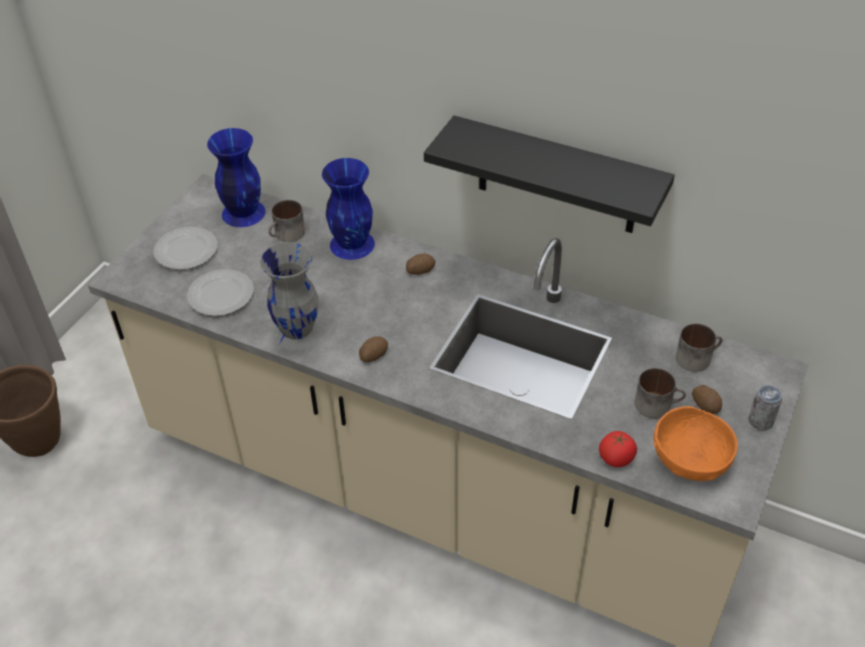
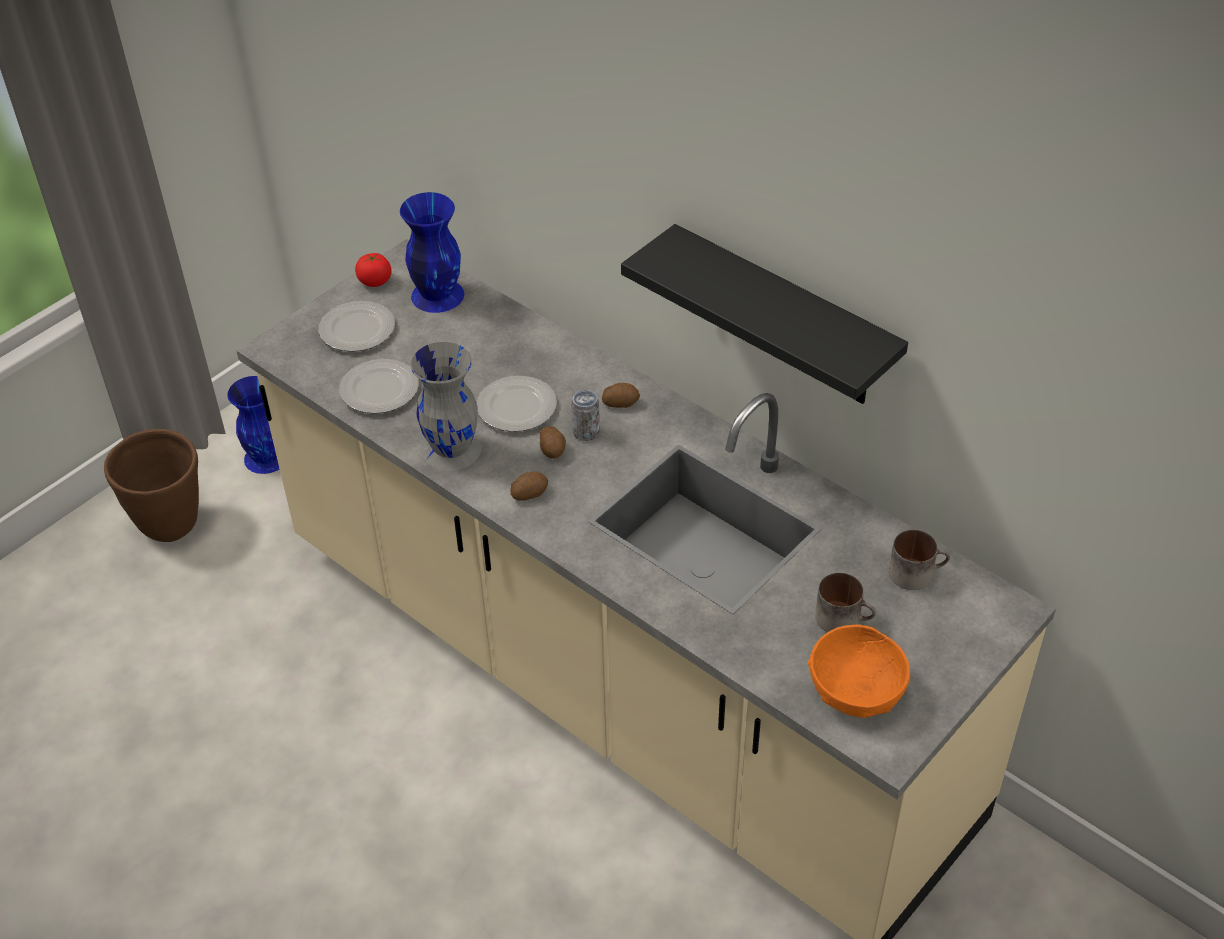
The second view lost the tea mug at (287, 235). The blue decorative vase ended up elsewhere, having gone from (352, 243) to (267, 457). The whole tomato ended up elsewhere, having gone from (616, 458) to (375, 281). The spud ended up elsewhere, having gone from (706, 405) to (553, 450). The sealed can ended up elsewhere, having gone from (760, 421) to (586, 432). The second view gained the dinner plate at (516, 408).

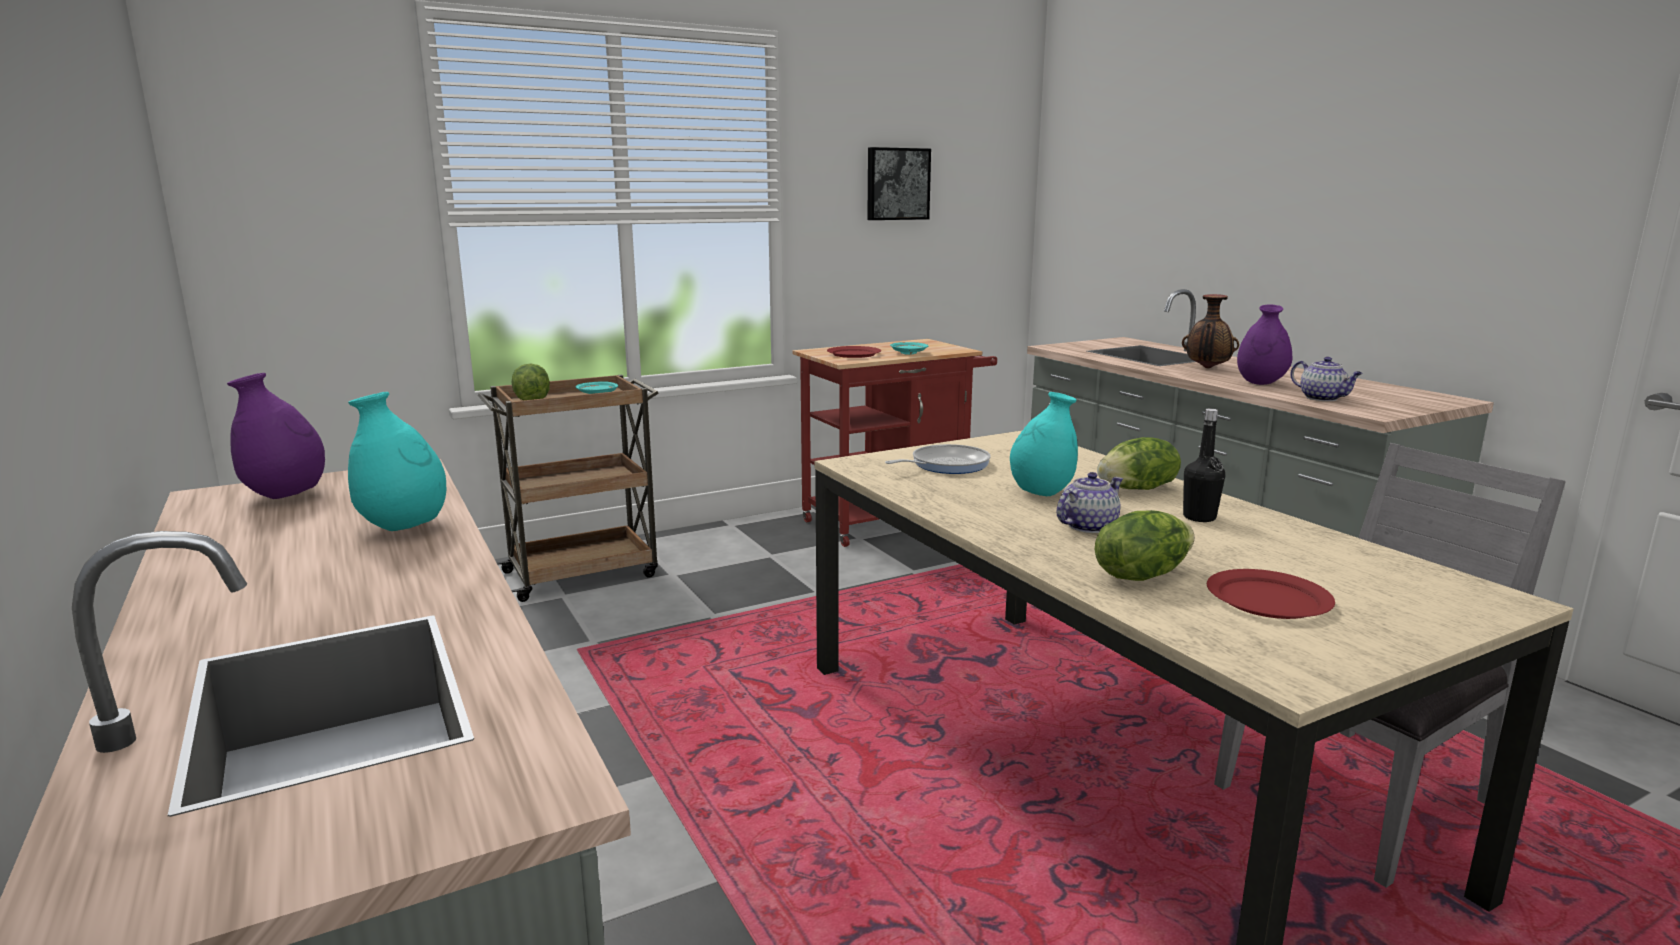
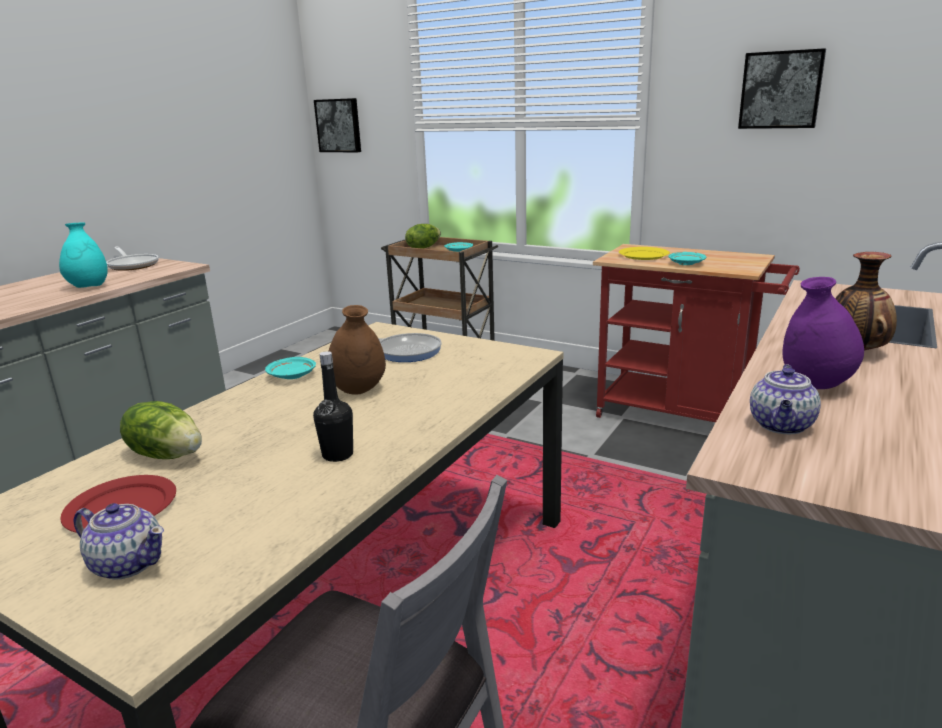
Where the purple-coloured decorative vase stood at (286, 496), the skillet came to stand at (133, 265). What was the reddish dinner plate at (854, 354) turned into the yellowish dinner plate at (643, 255). What was the turquoise-coloured decorative vase at (1041, 493) turned into the brown-coloured decorative vase at (359, 390). The pot for tea ended up elsewhere, having gone from (1087, 526) to (128, 563). The second view lost the head of lettuce at (1138, 489). The second view gained the turquoise-coloured dinner plate at (292, 376). The second view gained the wall art at (339, 125).

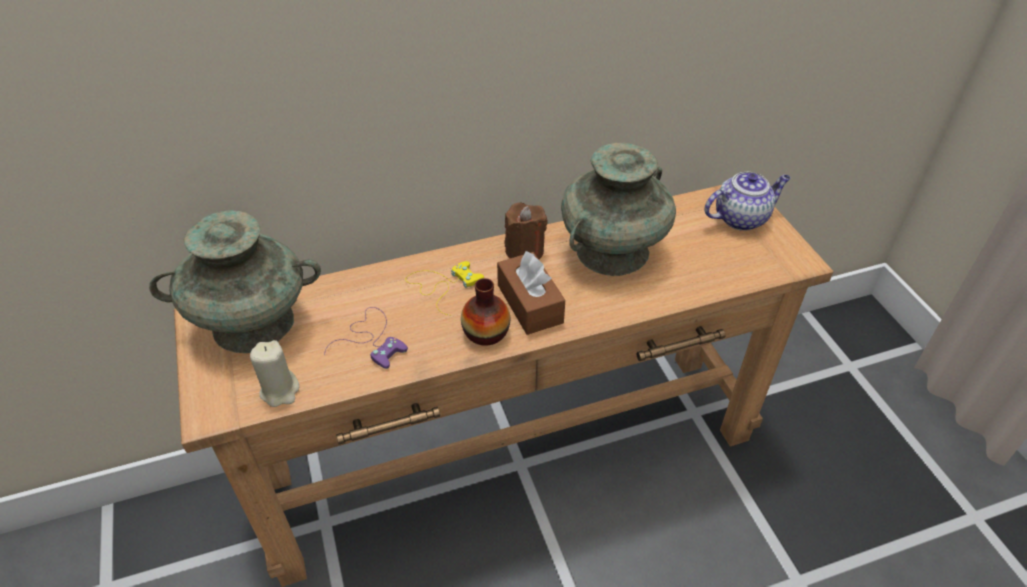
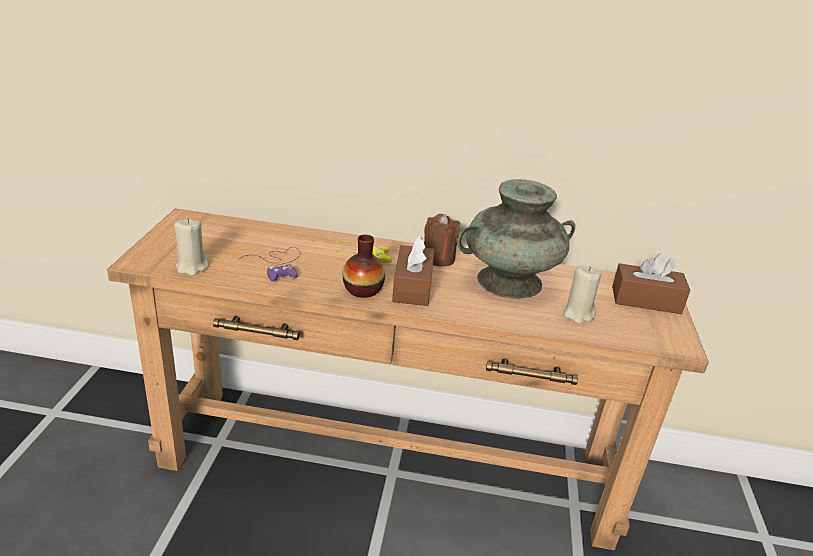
The second view lost the turquoise-coloured decorative vase at (252, 324). Where the pot for tea stood at (741, 218), the brown-coloured tissue holder came to stand at (646, 300). The second view gained the beige-coloured candle at (578, 314).

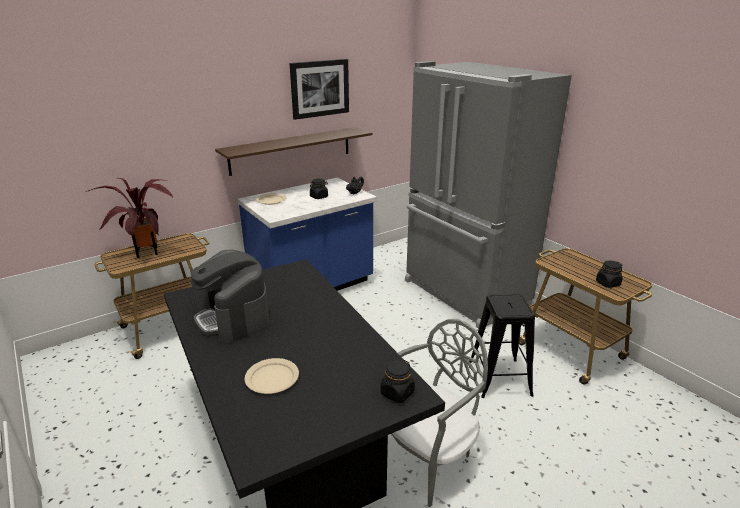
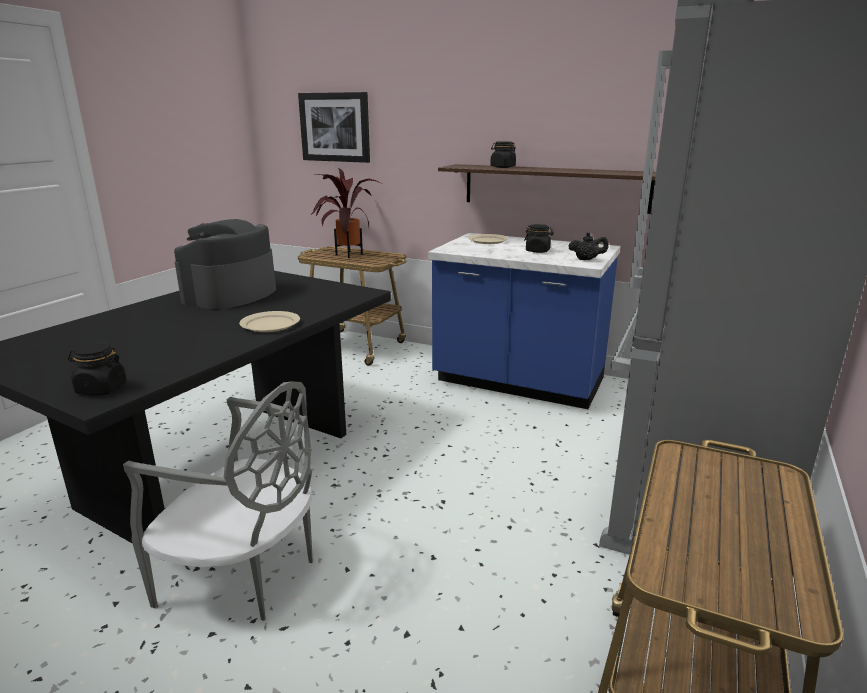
The beige-coloured dinner plate ended up elsewhere, having gone from (271, 378) to (270, 324). The wall art ended up elsewhere, having gone from (319, 88) to (335, 127). The second view lost the black-coloured sitting stool at (499, 378). The black-coloured jar ended up elsewhere, having gone from (607, 283) to (502, 167).

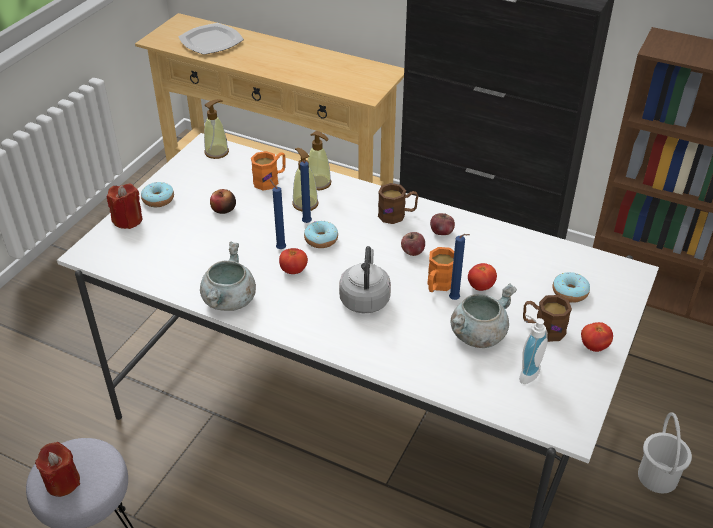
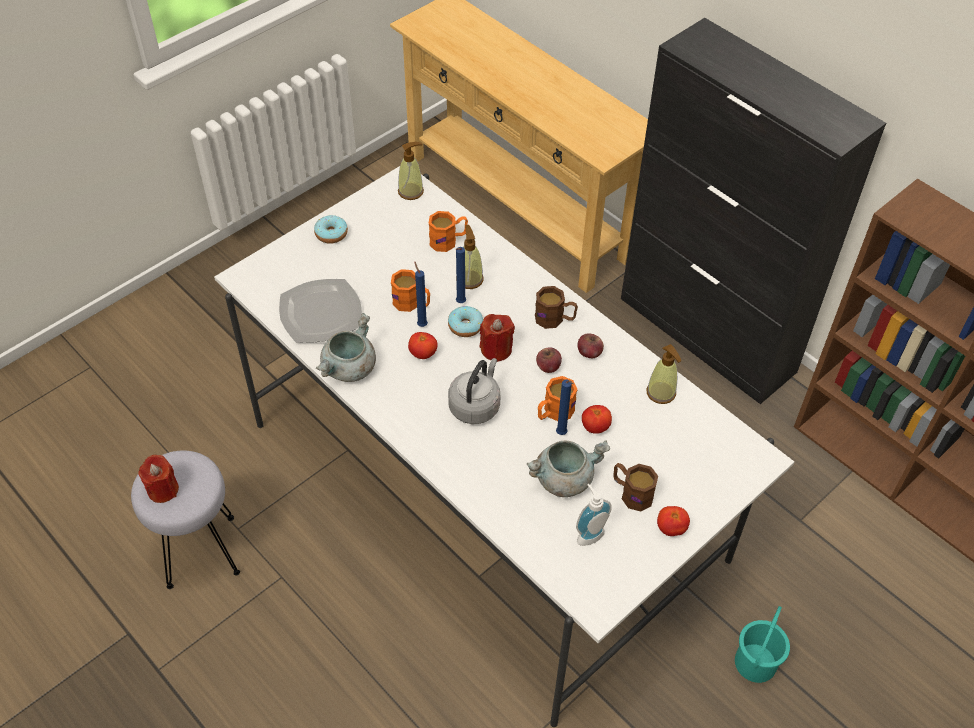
The reddish candle ended up elsewhere, having gone from (128, 220) to (496, 349). The dinner plate ended up elsewhere, having gone from (211, 42) to (320, 314). The second view lost the apple at (223, 209). The soap dispenser ended up elsewhere, having gone from (319, 183) to (661, 393). The second view lost the donut at (570, 292). What was the whitish bucket at (658, 476) turned into the turquoise-coloured bucket at (756, 662). The second view gained the orange-coloured tea mug at (412, 303).

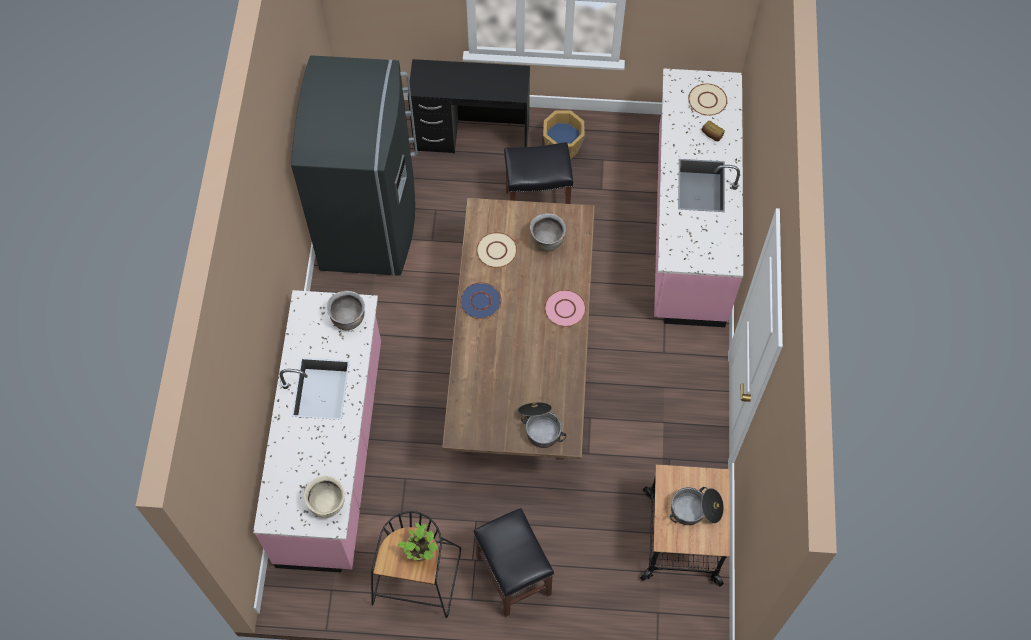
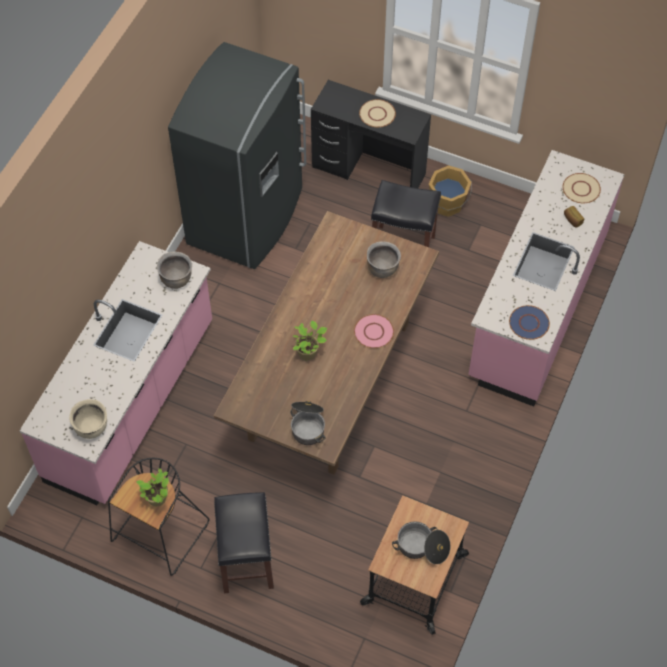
The blue dinner plate ended up elsewhere, having gone from (480, 301) to (528, 323). The beige-coloured dinner plate ended up elsewhere, having gone from (496, 251) to (377, 114). The second view gained the houseplant at (308, 353).

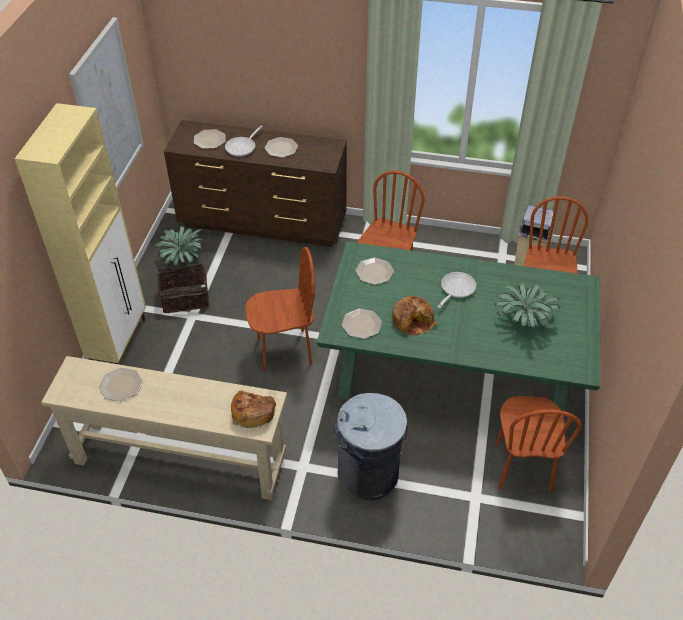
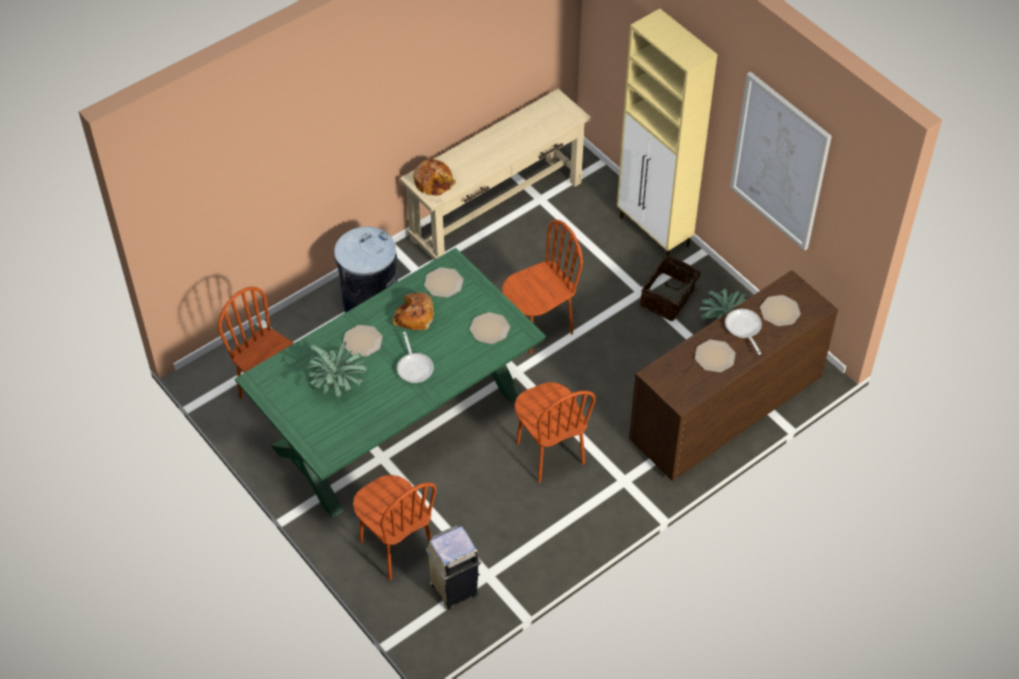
The dinner plate ended up elsewhere, having gone from (121, 385) to (363, 341). The brown-coloured plain chair at (284, 350) ended up facing another way, 150 degrees counterclockwise from before.

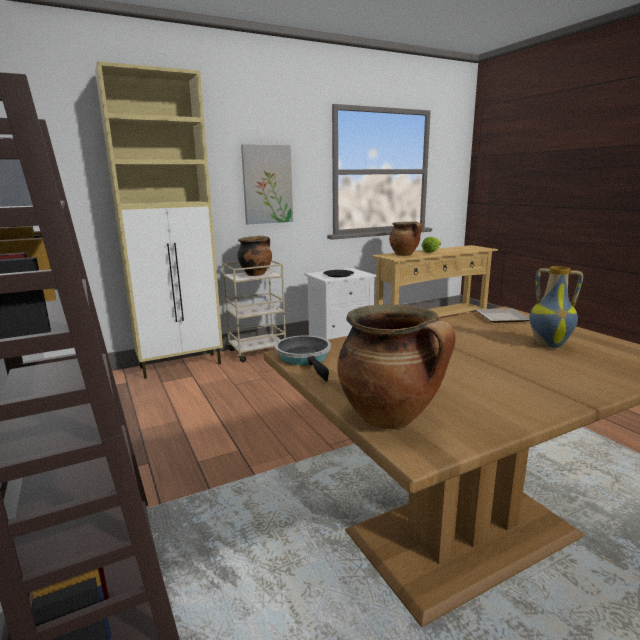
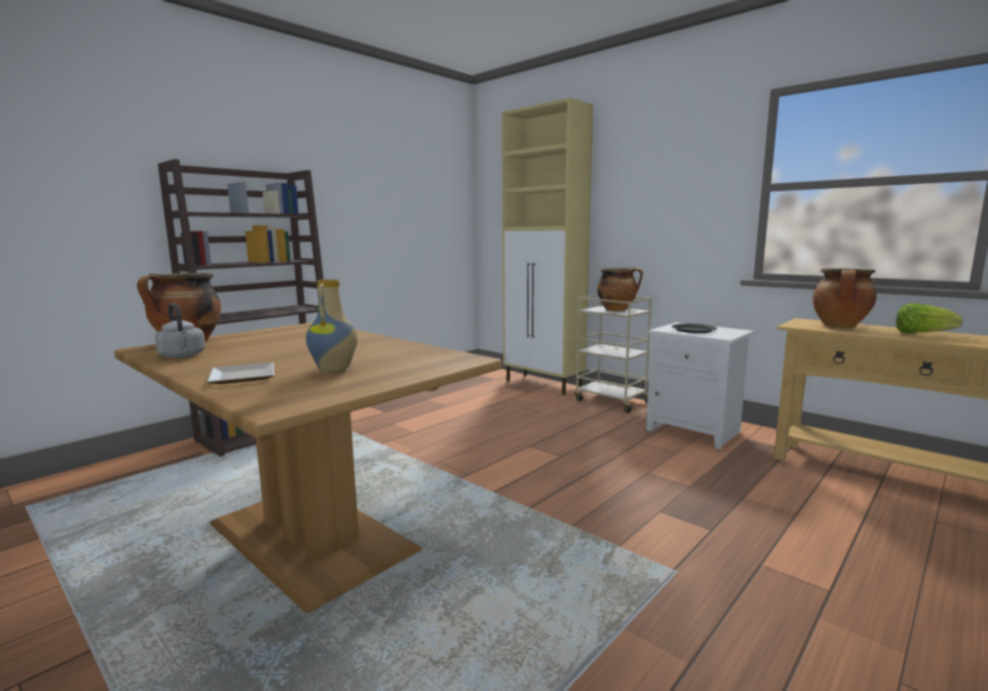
The second view lost the wall art at (267, 184). The second view lost the skillet at (305, 358). The dinner plate ended up elsewhere, having gone from (503, 317) to (245, 377). The second view gained the greyish water kettle at (183, 356).

